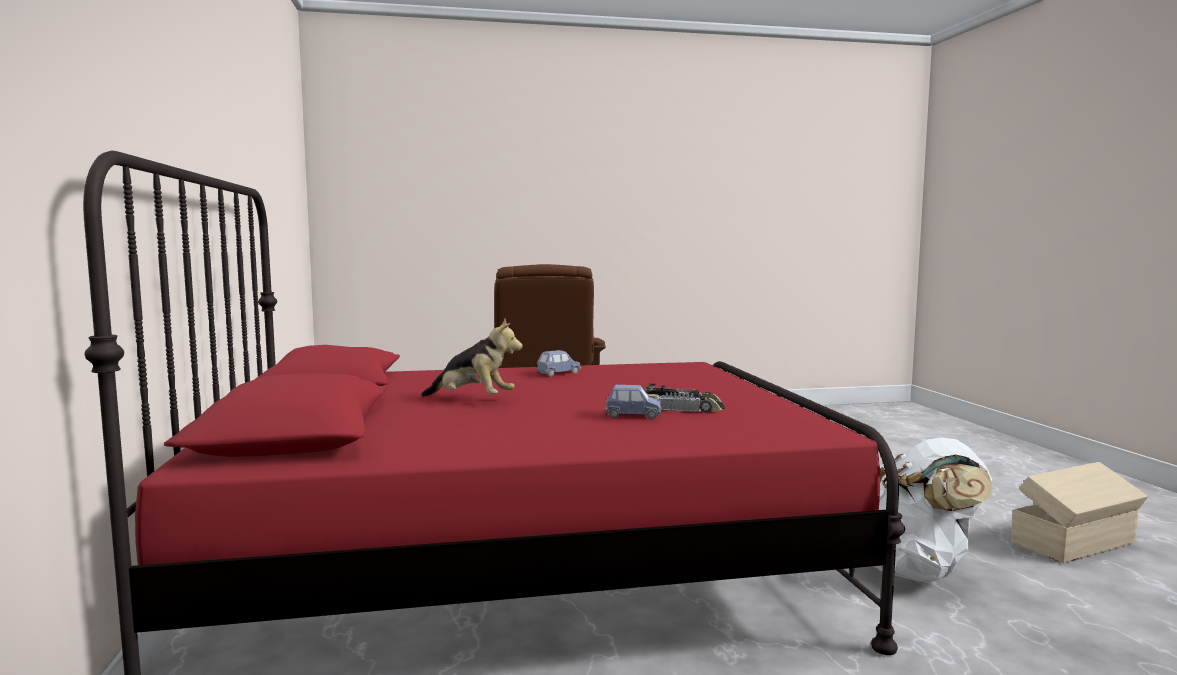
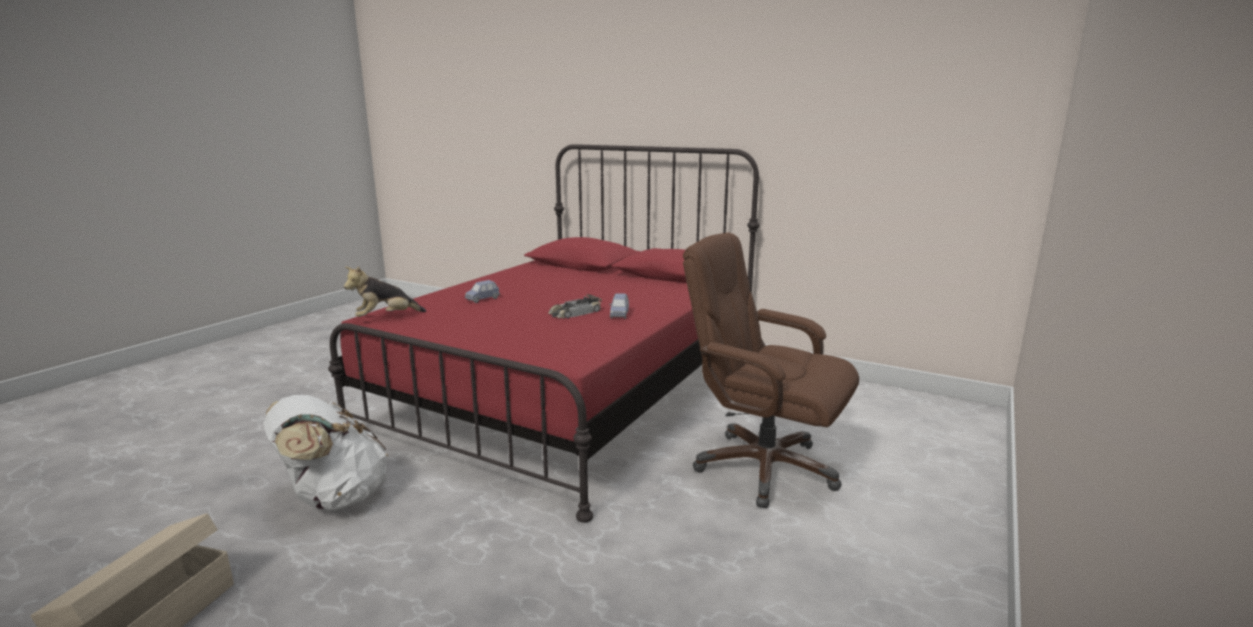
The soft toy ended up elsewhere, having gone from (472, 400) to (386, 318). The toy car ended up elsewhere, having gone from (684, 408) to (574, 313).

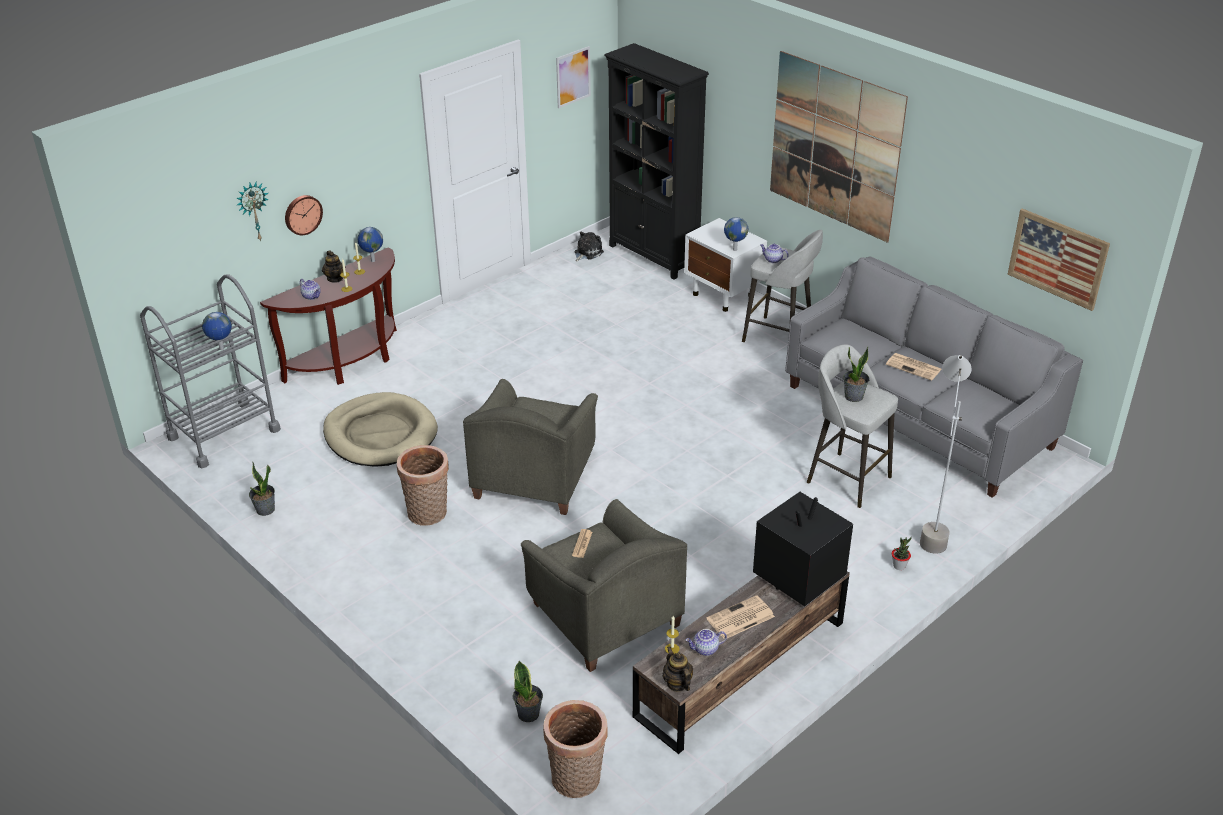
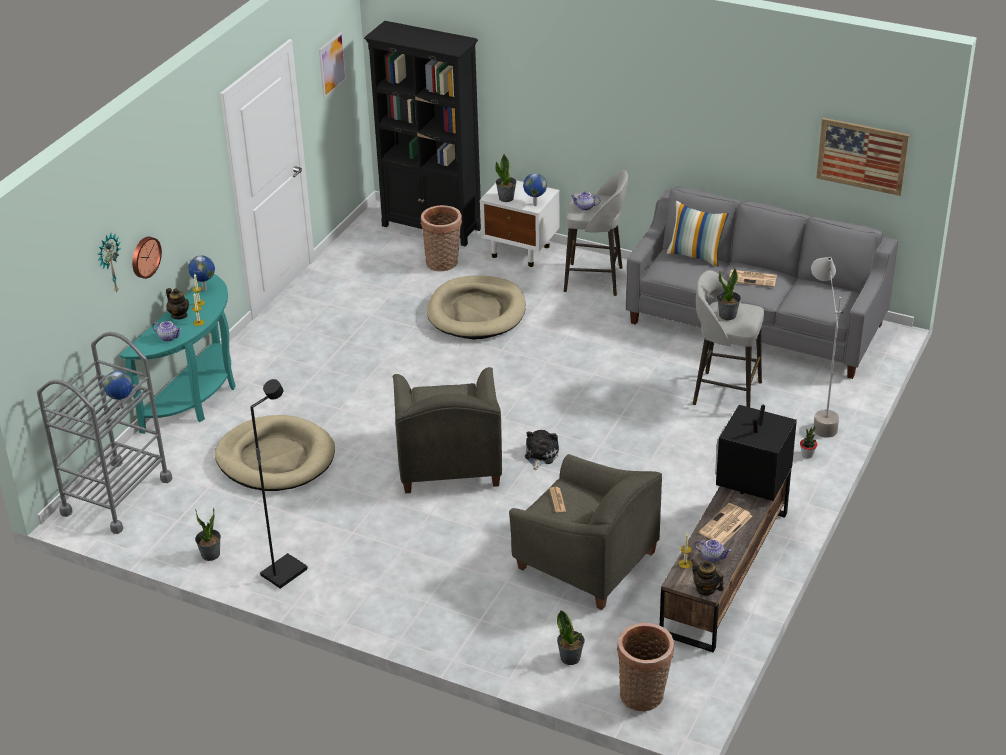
What was the brown-coloured narrow table at (350, 362) turned into the turquoise-coloured narrow table at (197, 398). The storage basket ended up elsewhere, having gone from (428, 515) to (443, 264). The soft toy ended up elsewhere, having gone from (587, 253) to (540, 455). The pot for tea at (705, 650) ended up facing another way, 120 degrees counterclockwise from before. The second view lost the wall art at (835, 146). The second view gained the black-coloured standing lamp at (284, 572). The second view gained the beige-coloured dog bed at (477, 312). The second view gained the houseplant at (506, 198). The second view gained the pillow at (696, 255).

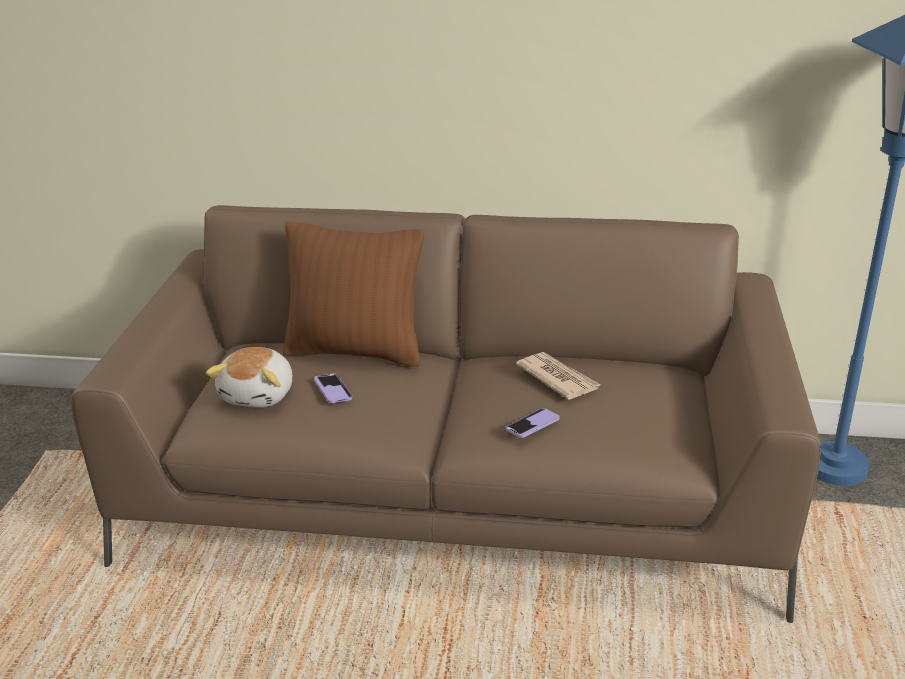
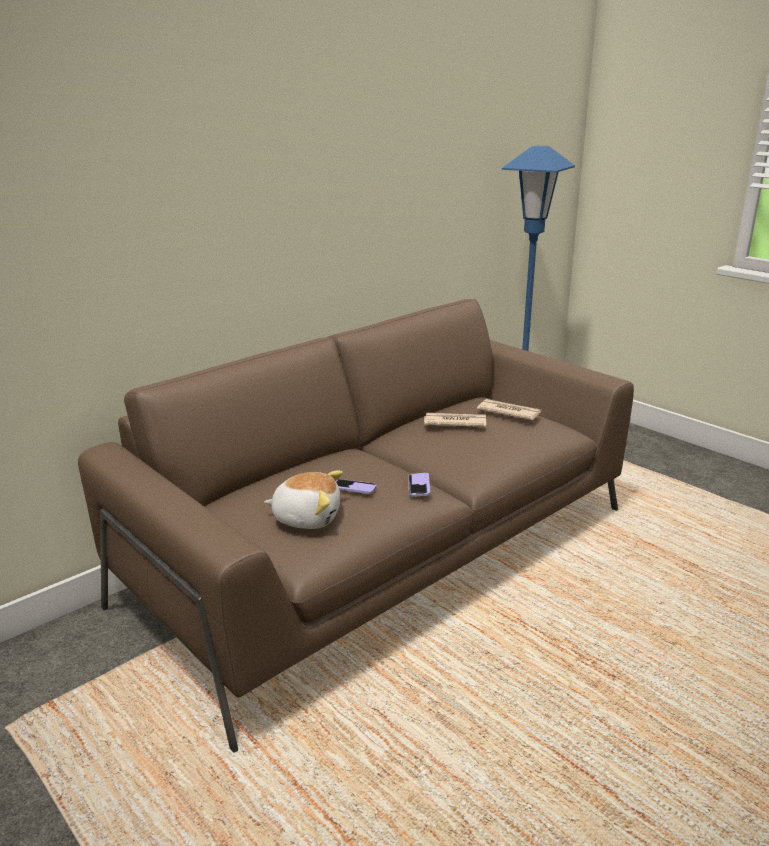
The soft toy at (259, 395) ended up facing another way, 45 degrees counterclockwise from before. The second view lost the brown-coloured pillow at (355, 352). The telephone ended up elsewhere, having gone from (532, 425) to (419, 486). The second view gained the newspaper at (508, 412).

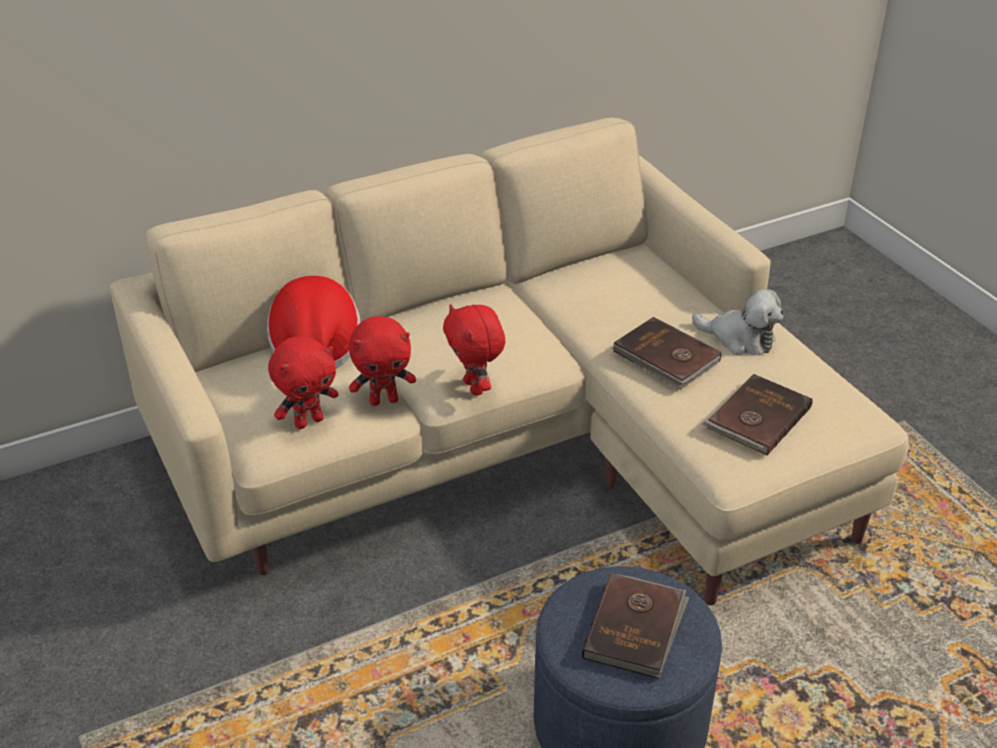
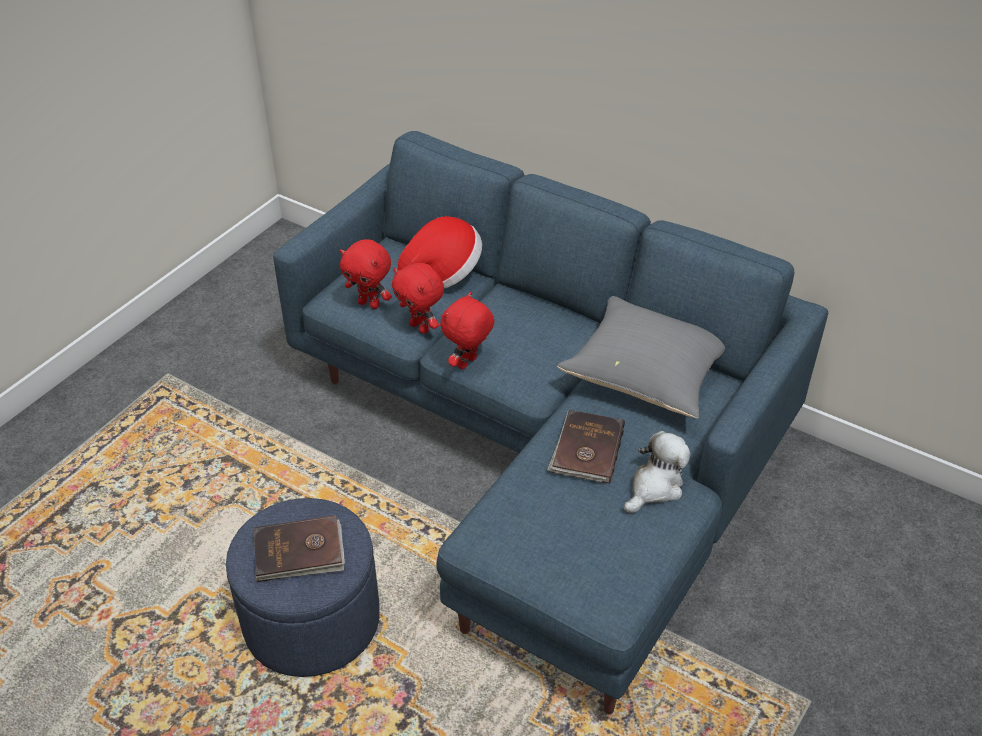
What was the beige-coloured settee at (510, 450) turned into the blue settee at (543, 447). The soft toy at (740, 339) ended up facing another way, 135 degrees counterclockwise from before. The second view lost the brown-coloured volume at (757, 418). The second view gained the greyish pillow at (648, 375).

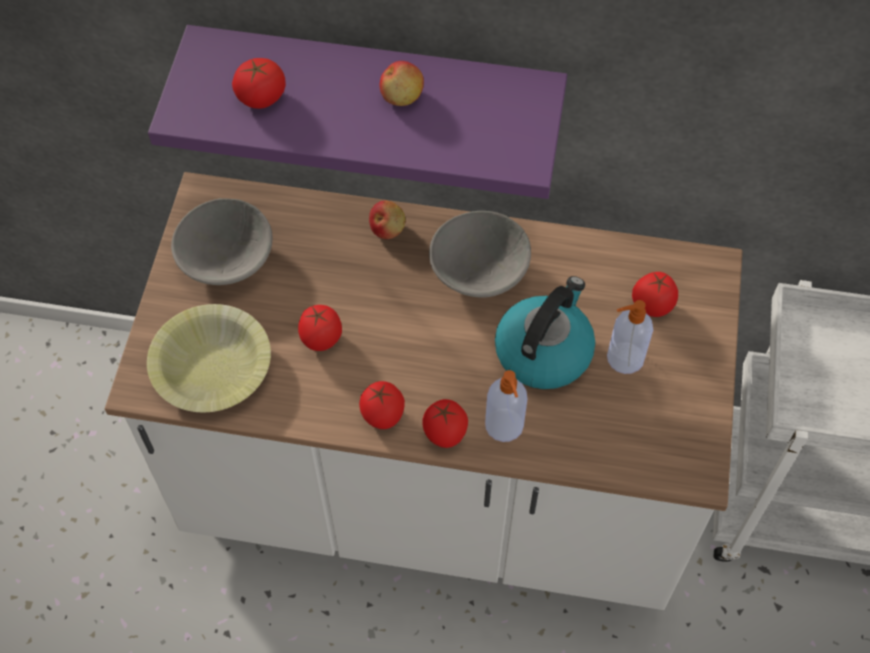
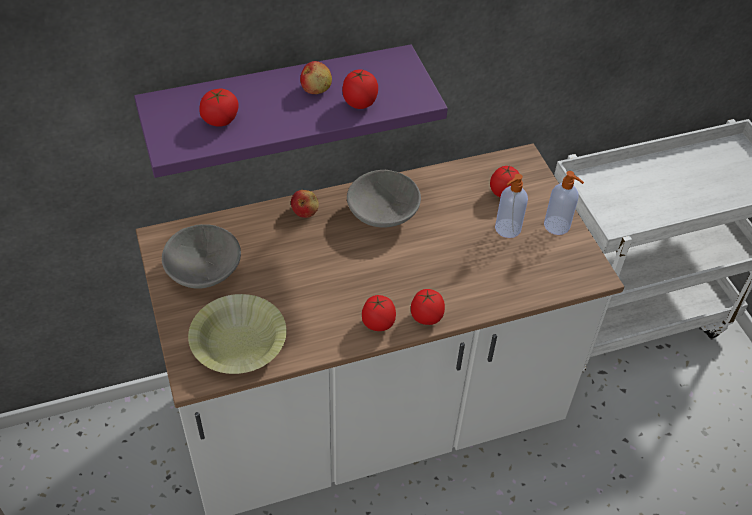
The whole tomato ended up elsewhere, having gone from (321, 339) to (359, 104). The soap dispenser ended up elsewhere, having gone from (504, 426) to (557, 226). The second view lost the water kettle at (543, 351).

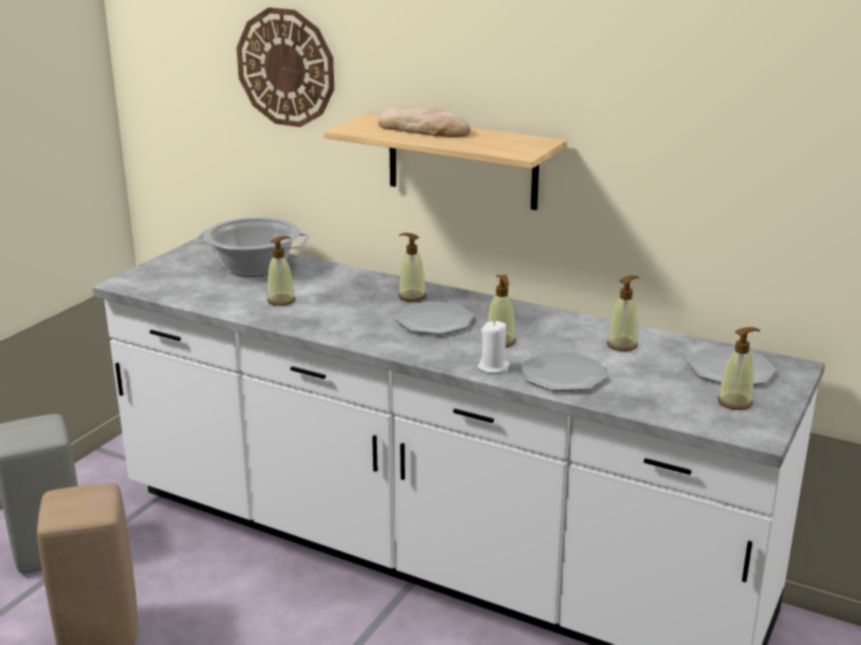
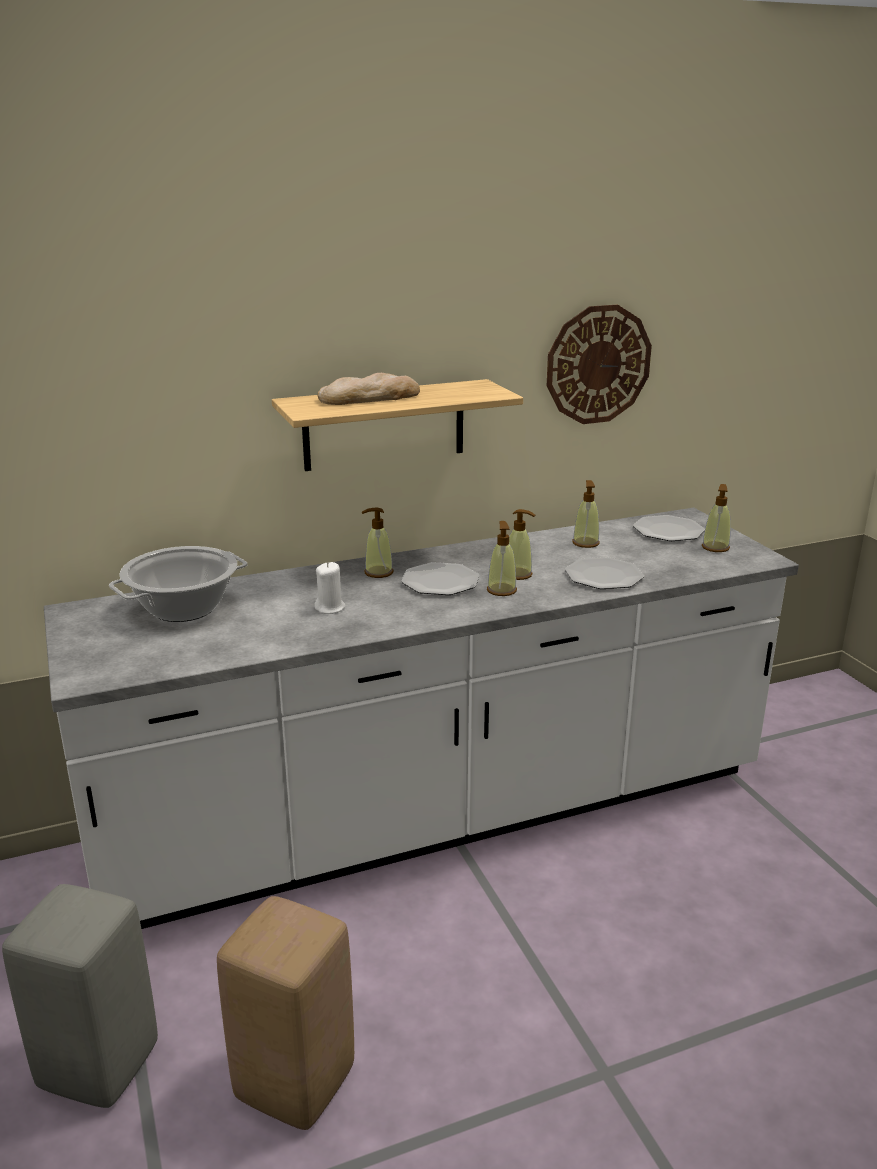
The hanging clock ended up elsewhere, having gone from (286, 67) to (598, 364). The soap dispenser ended up elsewhere, having gone from (281, 300) to (501, 590). The whitish candle ended up elsewhere, having gone from (493, 367) to (330, 608).

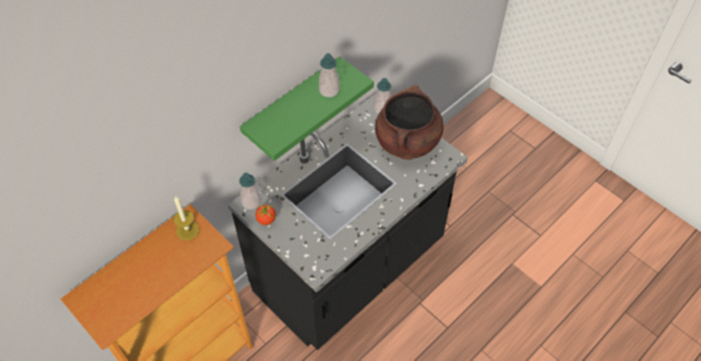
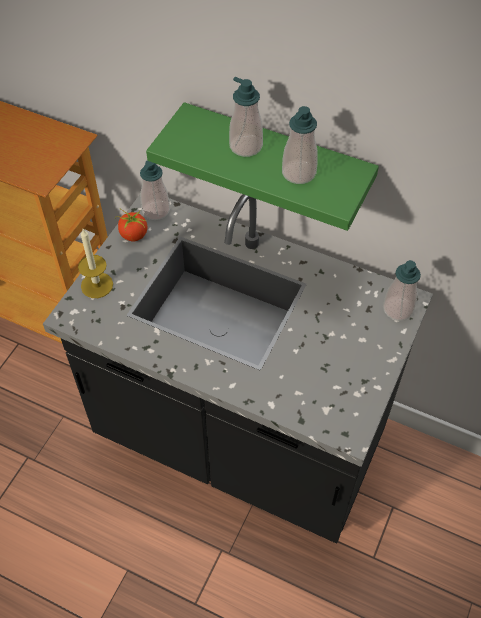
The candle ended up elsewhere, having gone from (187, 230) to (97, 285). The second view lost the brown-coloured stockpot at (407, 142). The second view gained the soap dispenser at (246, 146).

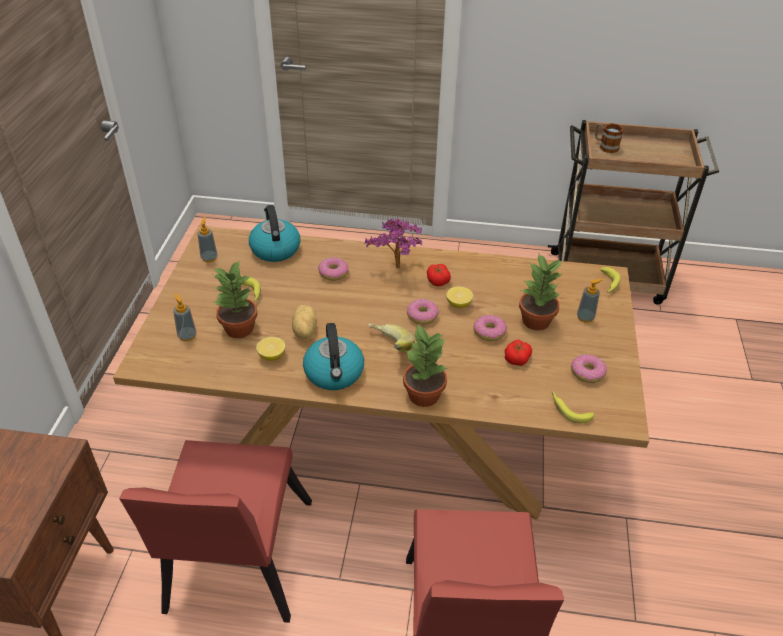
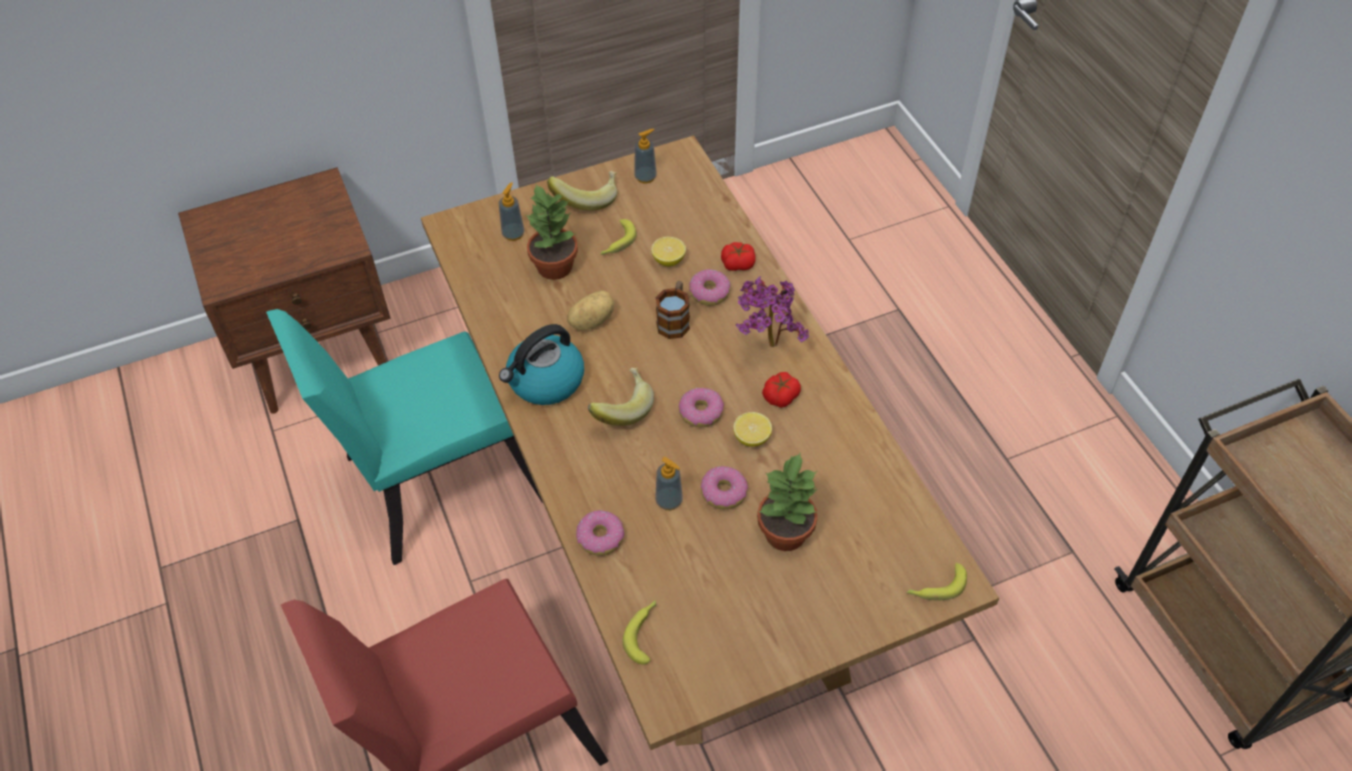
What was the reddish plain chair at (235, 564) turned into the turquoise-coloured plain chair at (432, 481). The second view lost the water kettle at (275, 249). The citrus fruit ended up elsewhere, having gone from (272, 356) to (668, 260). The second view lost the houseplant at (423, 395). The whole tomato ended up elsewhere, having gone from (517, 358) to (738, 263). The donut ended up elsewhere, having gone from (587, 373) to (601, 538). The soap dispenser ended up elsewhere, having gone from (585, 317) to (669, 501). The tea mug ended up elsewhere, having gone from (605, 146) to (674, 320). The second view gained the whole banana at (586, 198).

